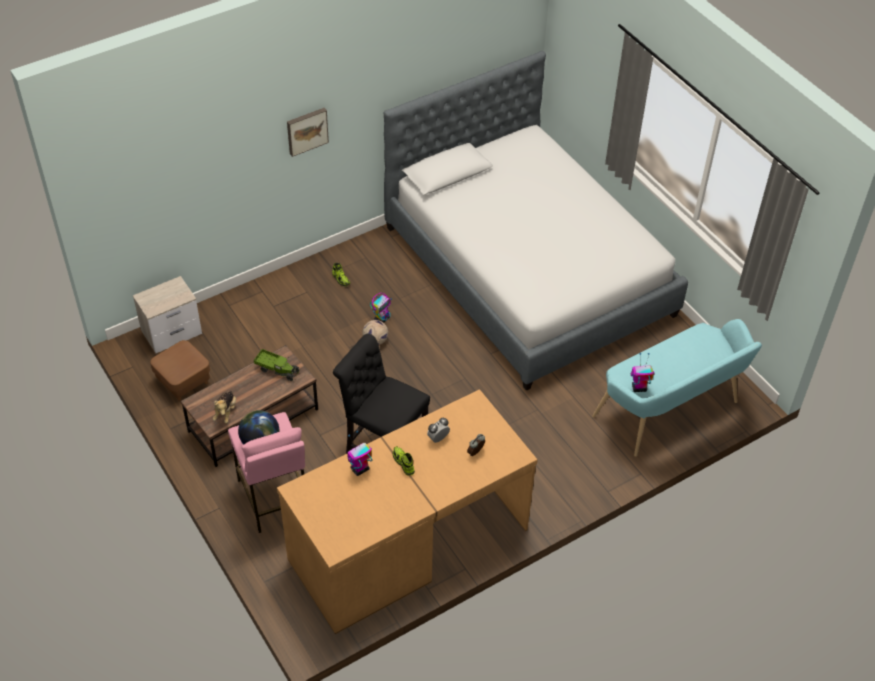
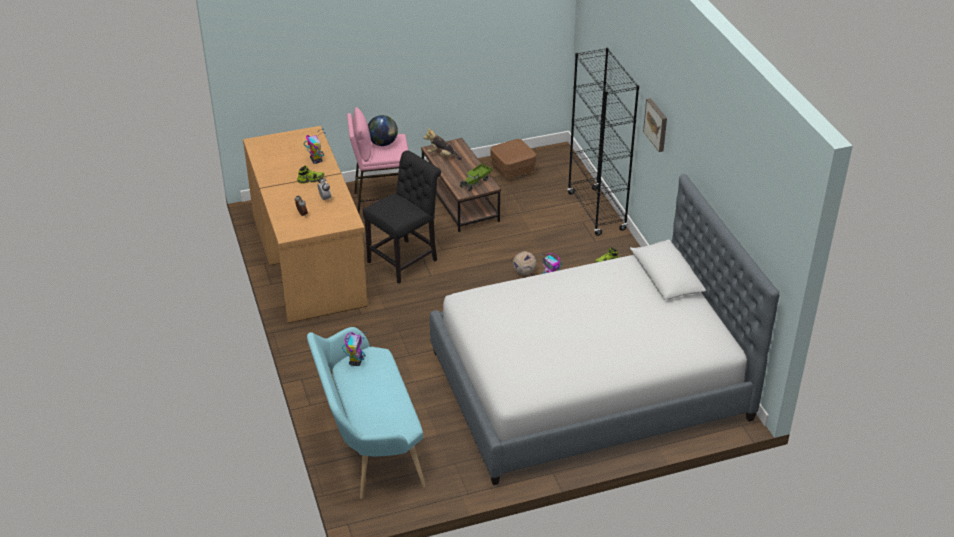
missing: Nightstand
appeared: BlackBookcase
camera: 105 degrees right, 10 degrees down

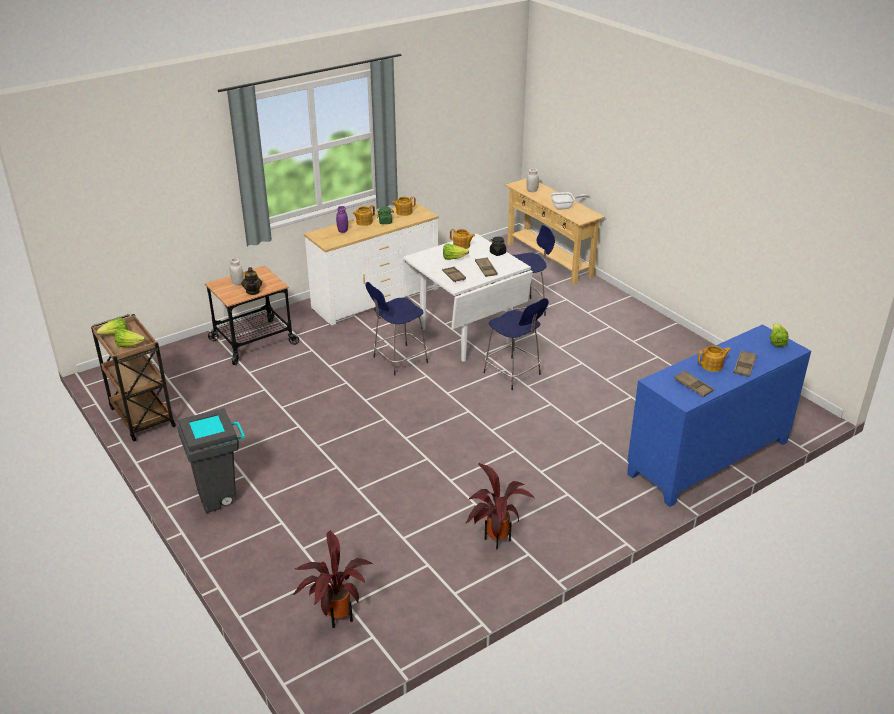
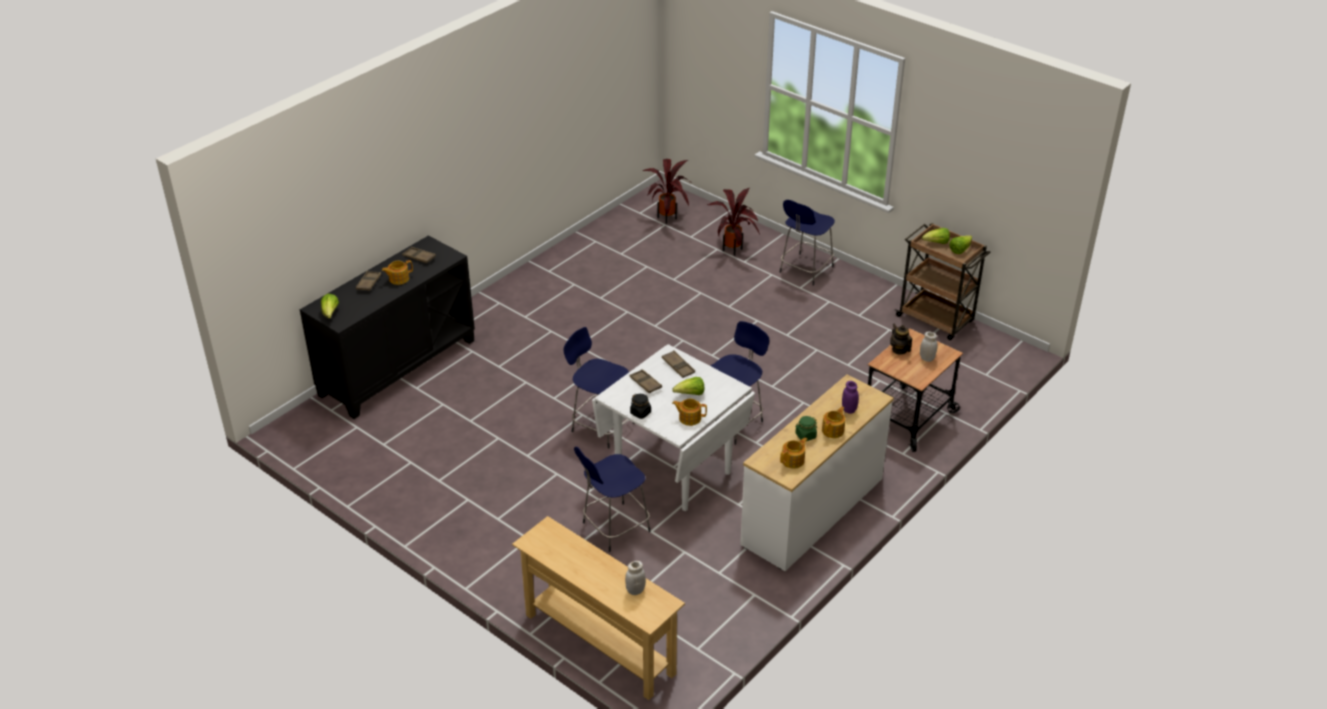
missing: FryingPan
relocated: PottedPlant (no. 2 from left)
exchanged: GreyTrashCan to BlueStool (no. 4 from left)
colour: BlueCabinet to BlackCabinet
camera: 165 degrees right, 5 degrees up

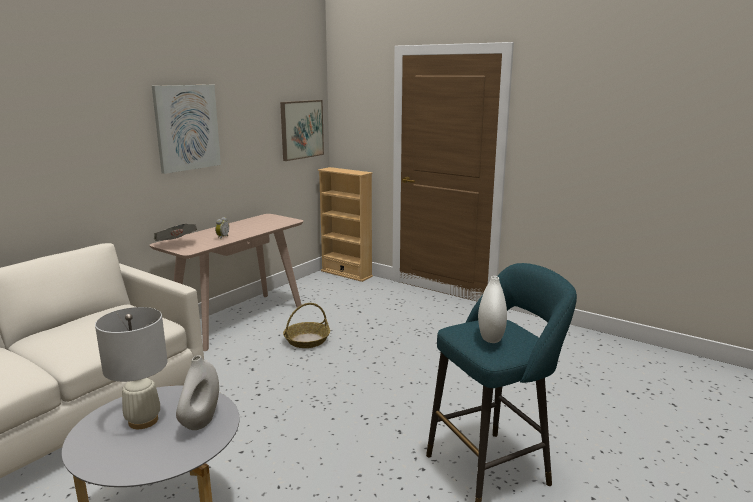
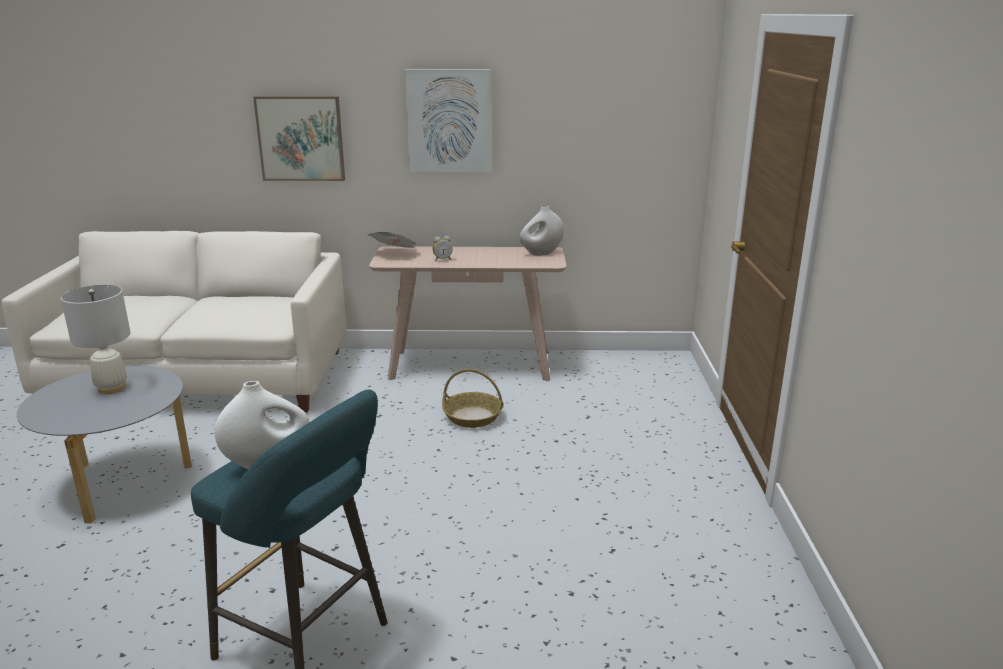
missing: BeigeBookcase
relocated: WhiteVase (no. 1 from left in the first image) to WhiteVase (no. 2 from left); Picture (no. 2 from left in the first image) to Picture (no. 1 from left)
camera: 55 degrees right, 5 degrees up

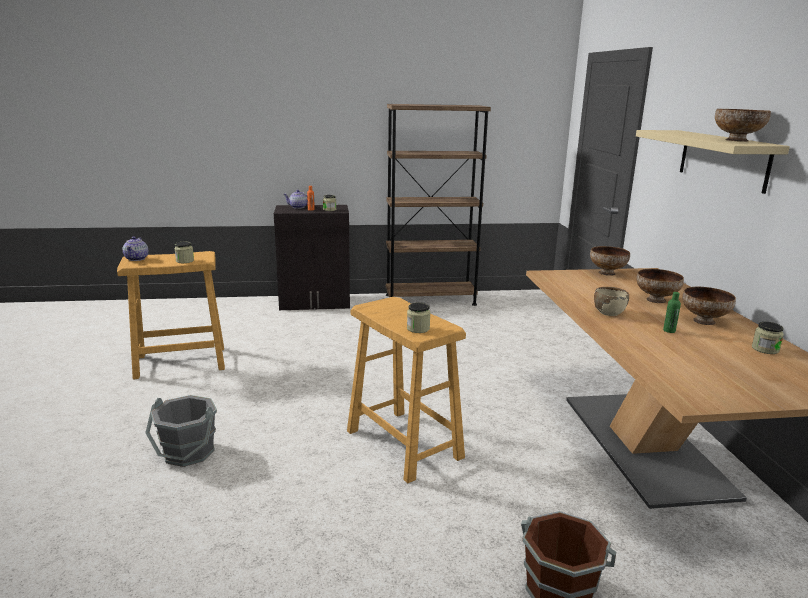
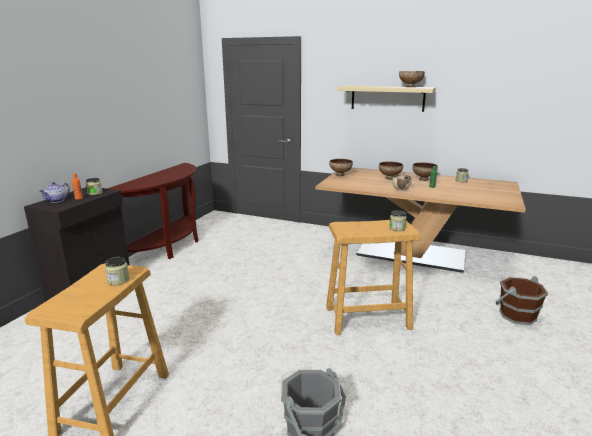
missing: Teapot (no. 1 from left)
exchanged: BrownBookcase to BrownConsoleTable
camera: 60 degrees left, 0 degrees up

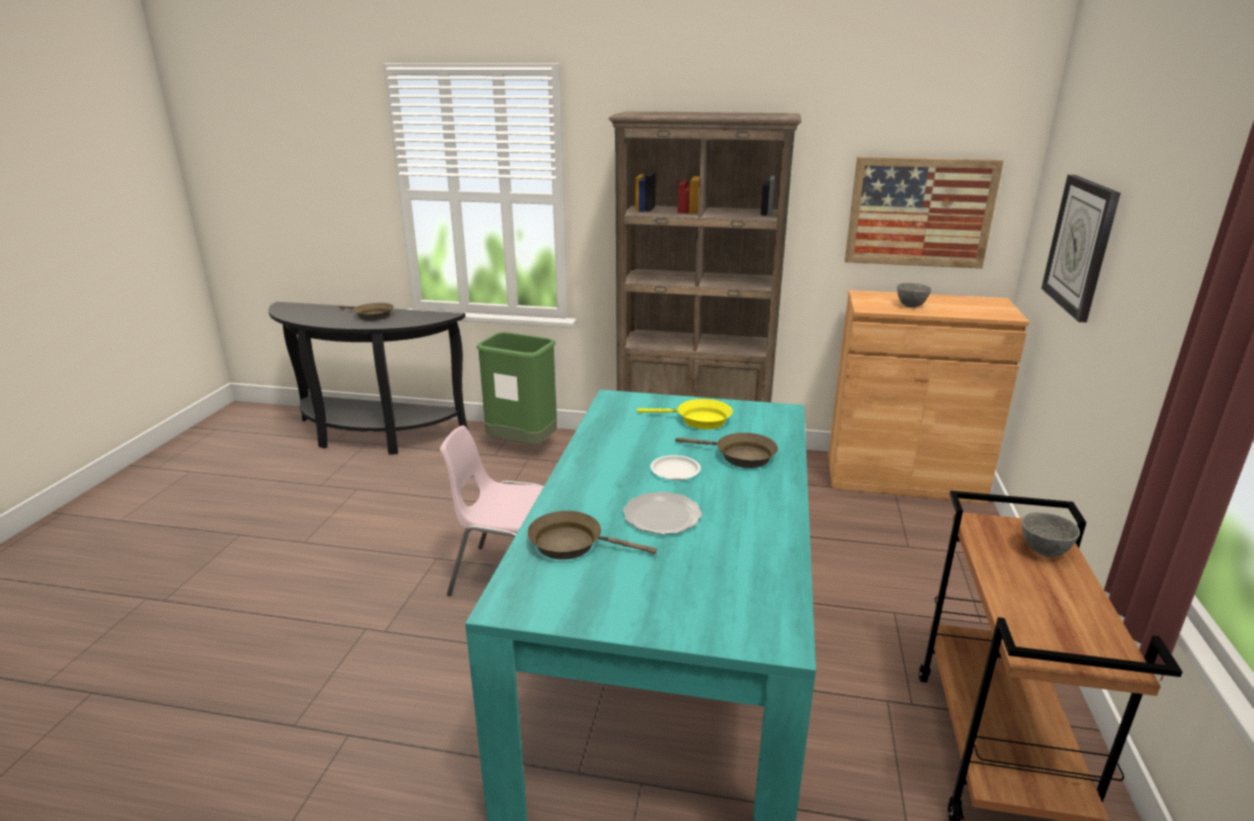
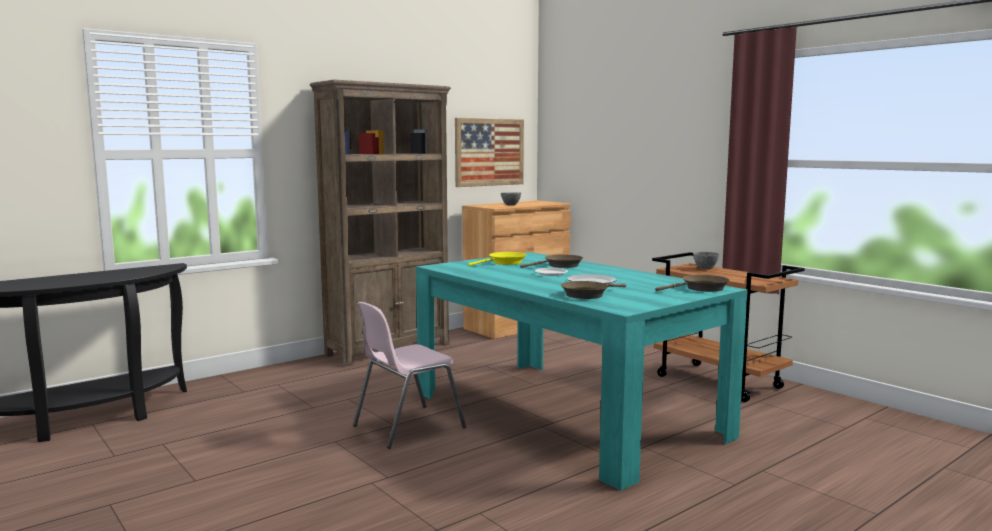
missing: GreenTrashCan; WallClock
relocated: BrownFryingPan (no. 1 from left in the first image) to BrownFryingPan (no. 3 from left)
camera: 50 degrees left, 15 degrees down

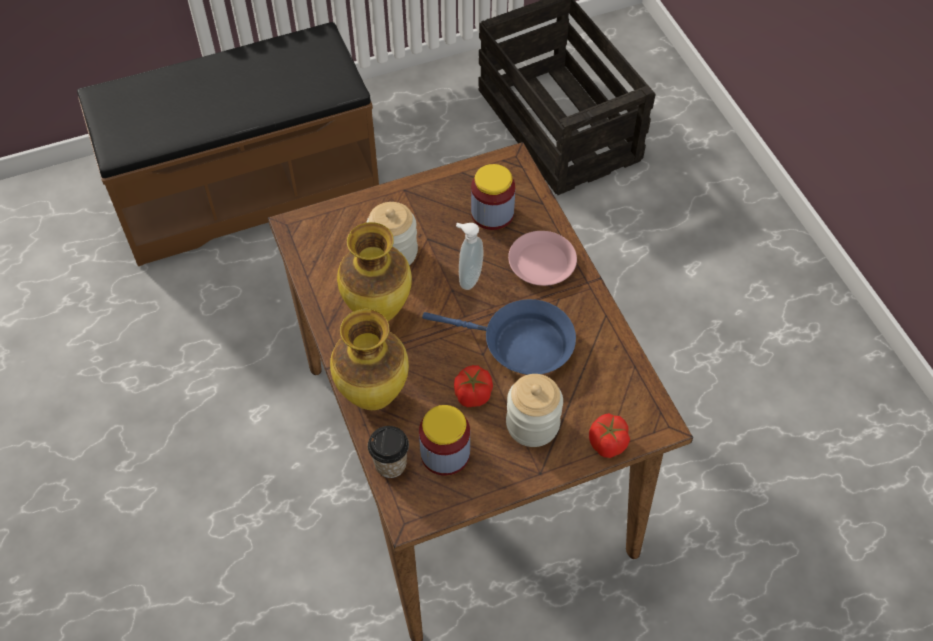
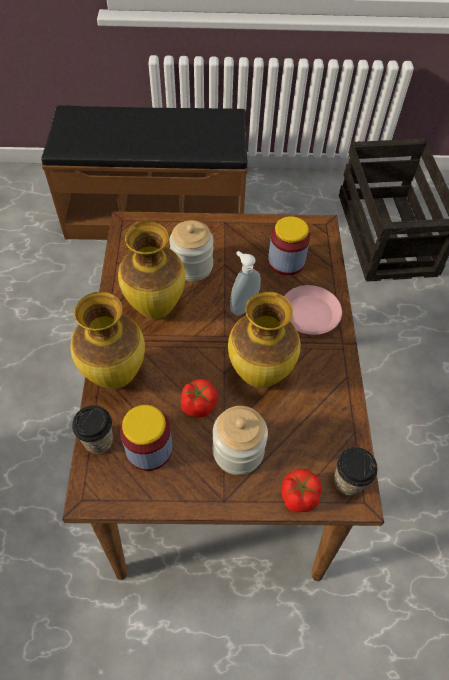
appeared: Cup (no. 2 from left)
exchanged: BlueFryingPan to Vase (no. 3 from left)
camera: 20 degrees right, 0 degrees up

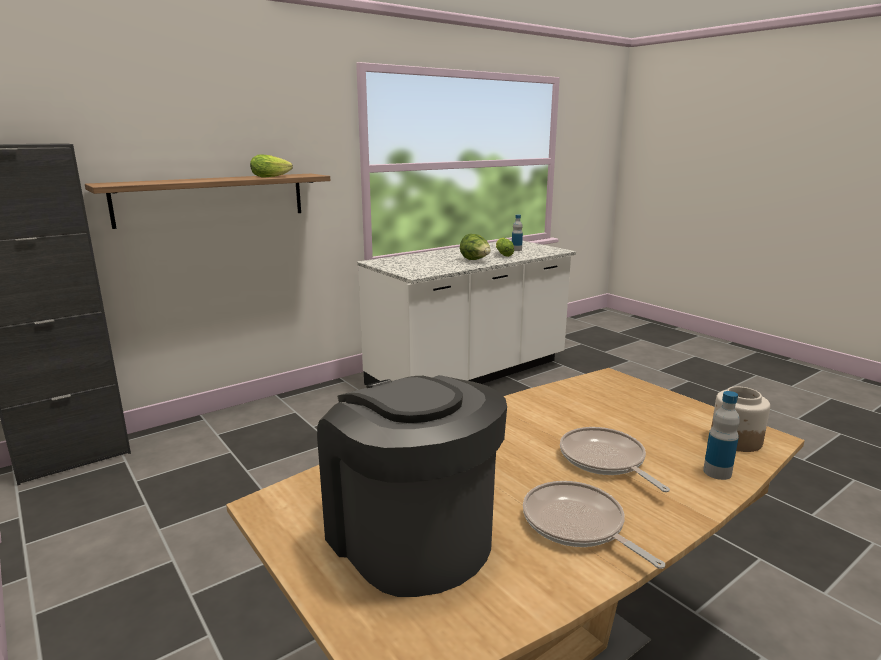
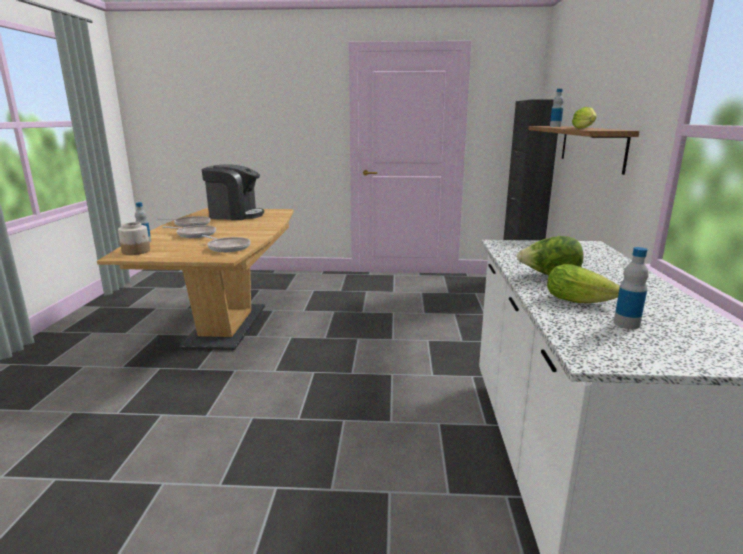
appeared: FryingPan (no. 3 from left); Bottle (no. 2 from left)
camera: 130 degrees right, 0 degrees up

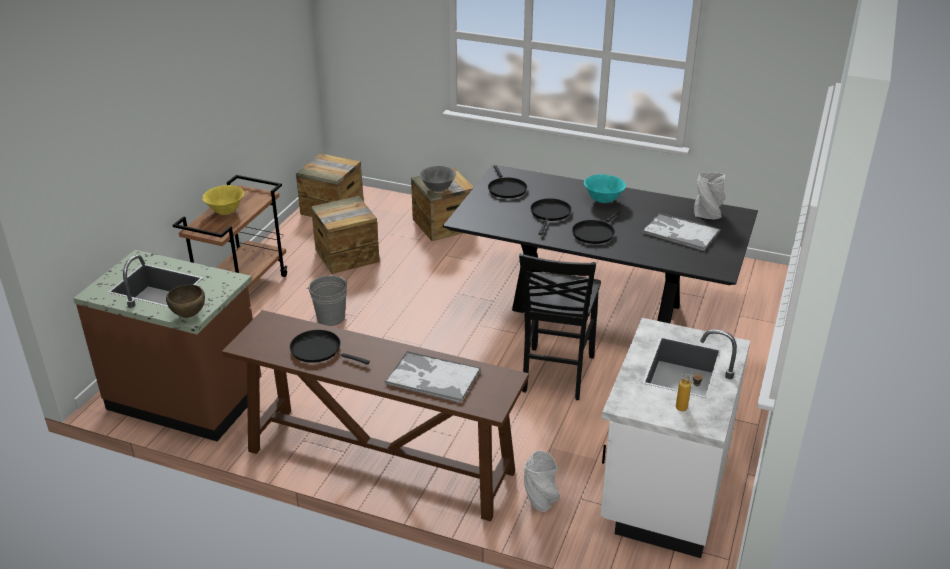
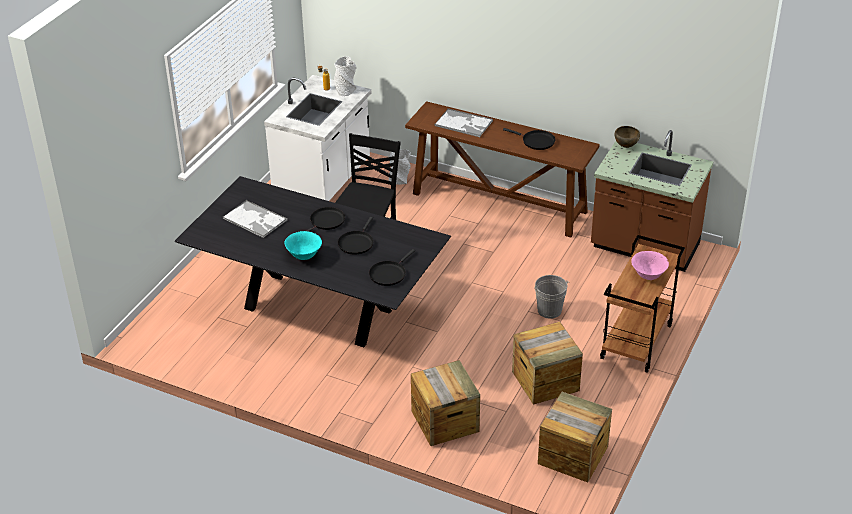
missing: GreyBowl
relocated: GreyVase (no. 2 from left in the first image) to GreyVase (no. 1 from left)
colour: YellowBowl to PinkBowl
spun: BlackFryingPan (no. 2 from left in the first image) 135 degrees counterclockwise
camera: 175 degrees left, 5 degrees up

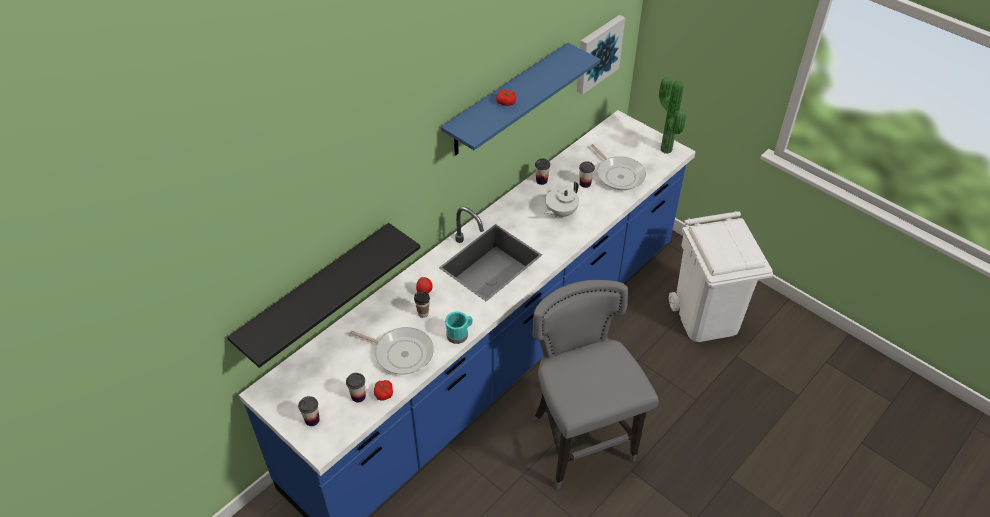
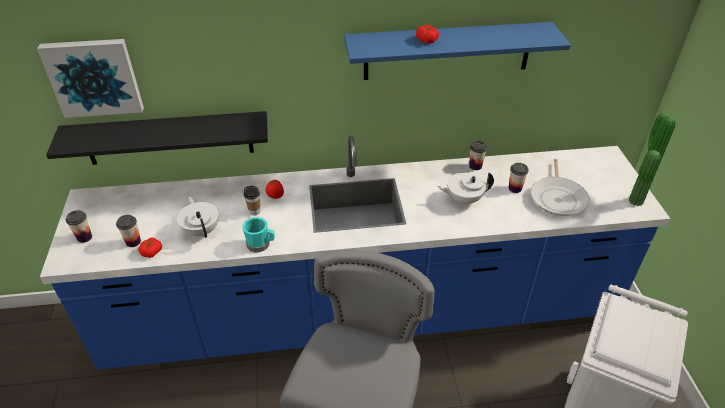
relocated: Picture
exchanged: FryingPan (no. 1 from left) to WhiteTeapot (no. 1 from left)
camera: 40 degrees right, 5 degrees down

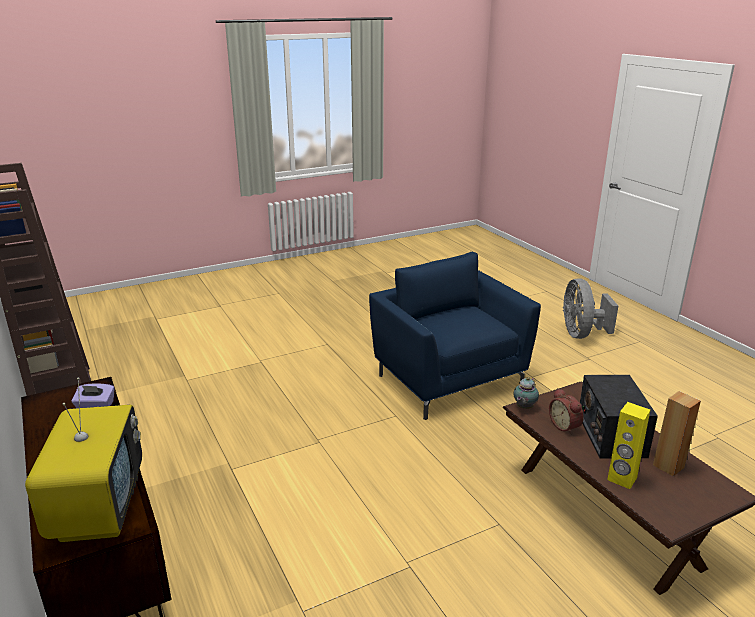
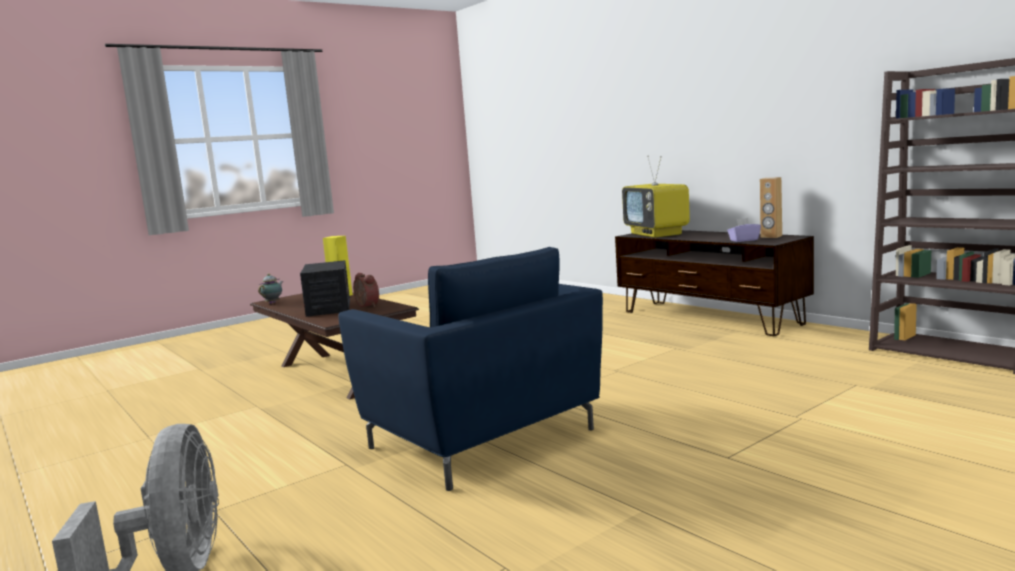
relocated: Teapot; BrownSpeaker
camera: 170 degrees right, 15 degrees down

